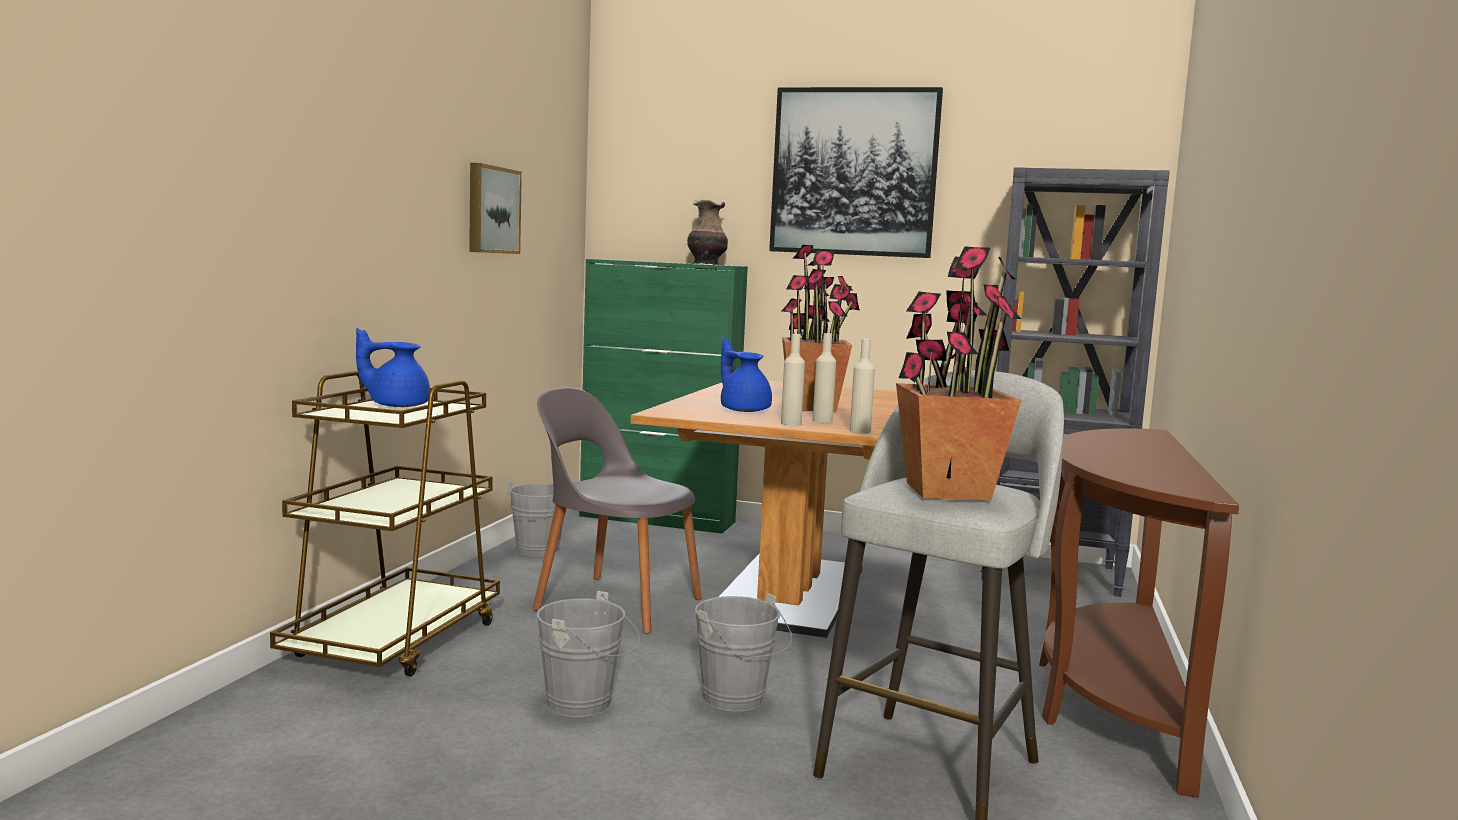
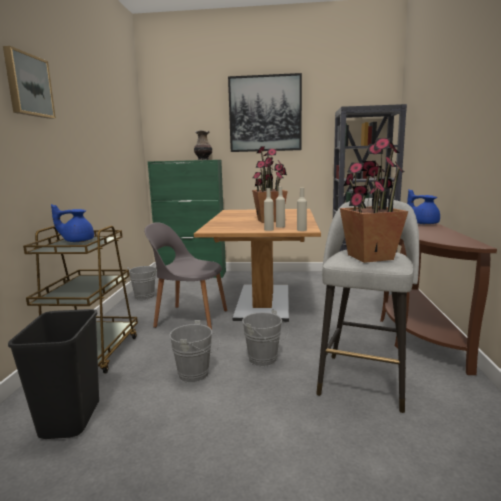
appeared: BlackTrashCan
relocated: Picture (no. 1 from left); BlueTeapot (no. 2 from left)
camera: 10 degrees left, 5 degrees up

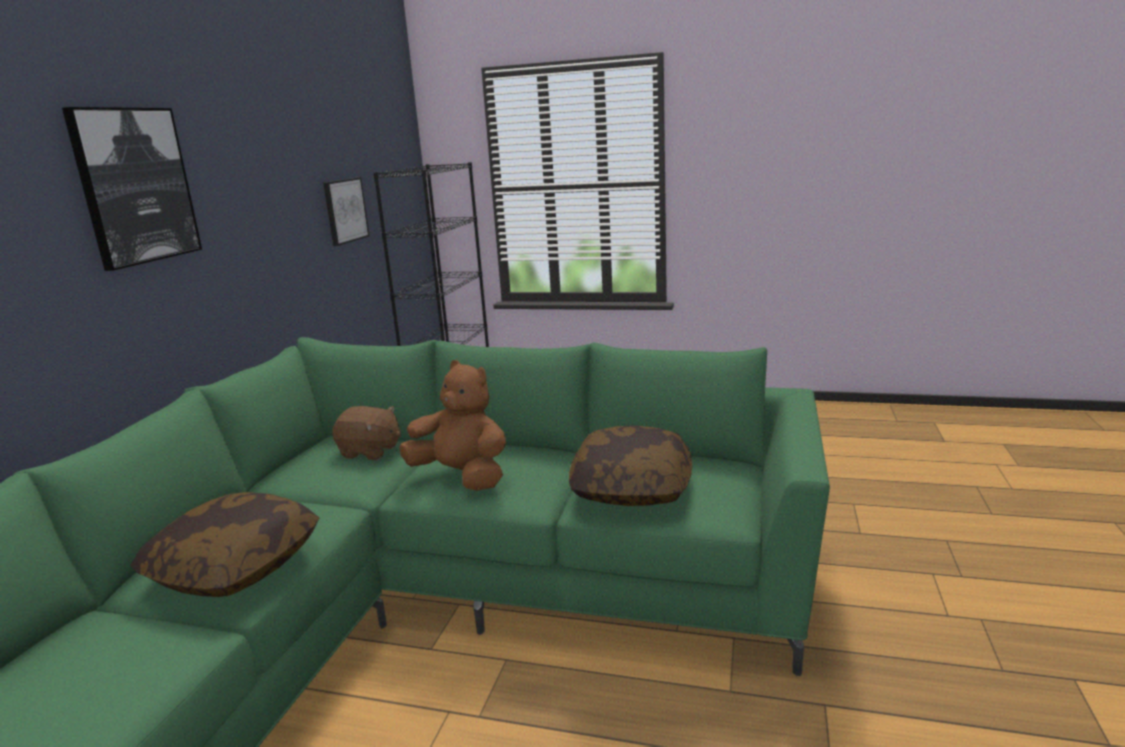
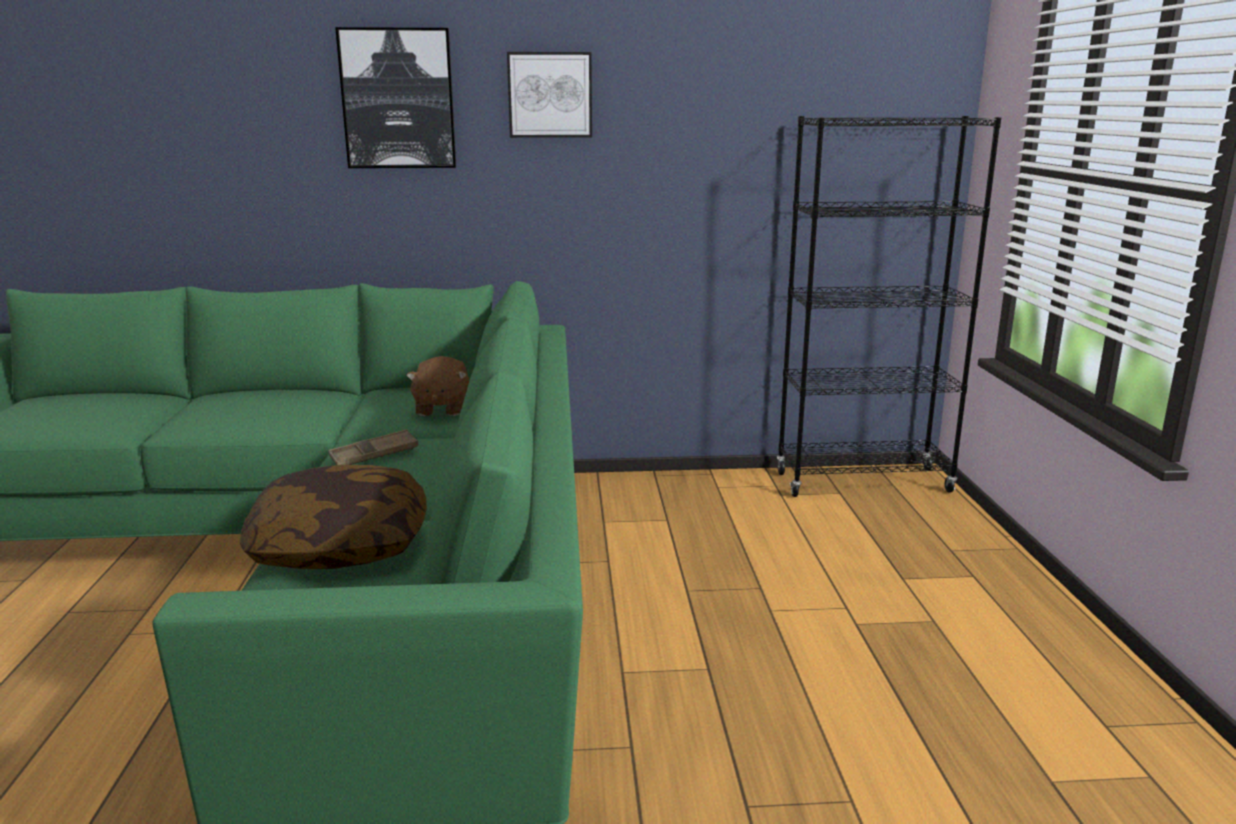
missing: Pillow (no. 1 from left)
relocated: Picture (no. 2 from left)
exchanged: BrownPlushToy (no. 2 from left) to BrownTray
camera: 70 degrees right, 0 degrees up

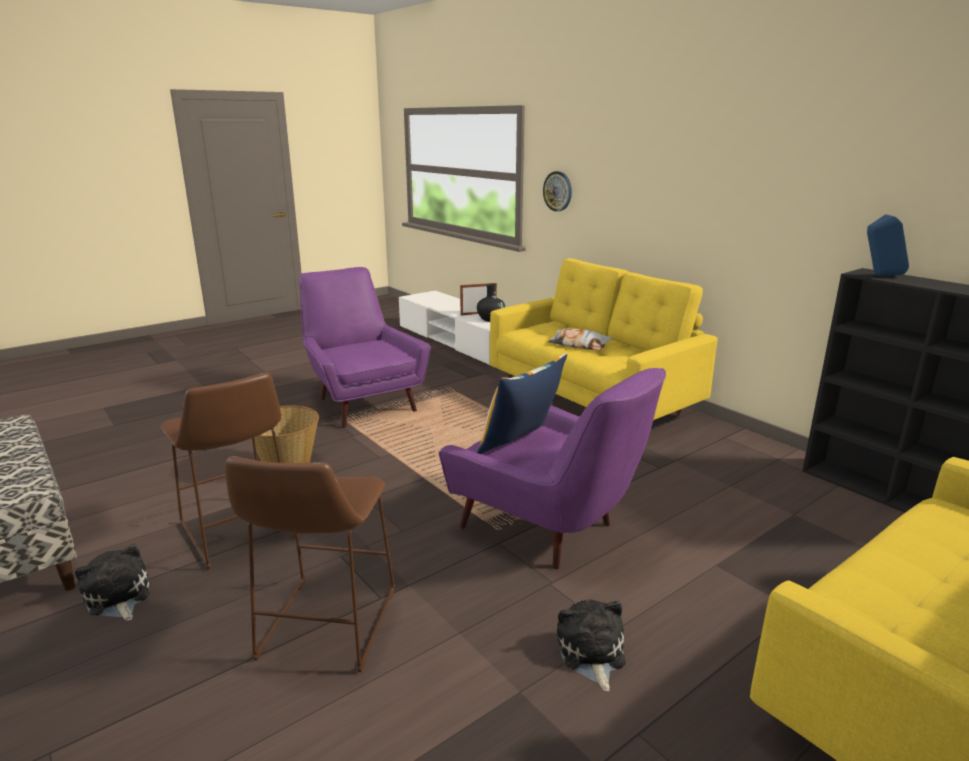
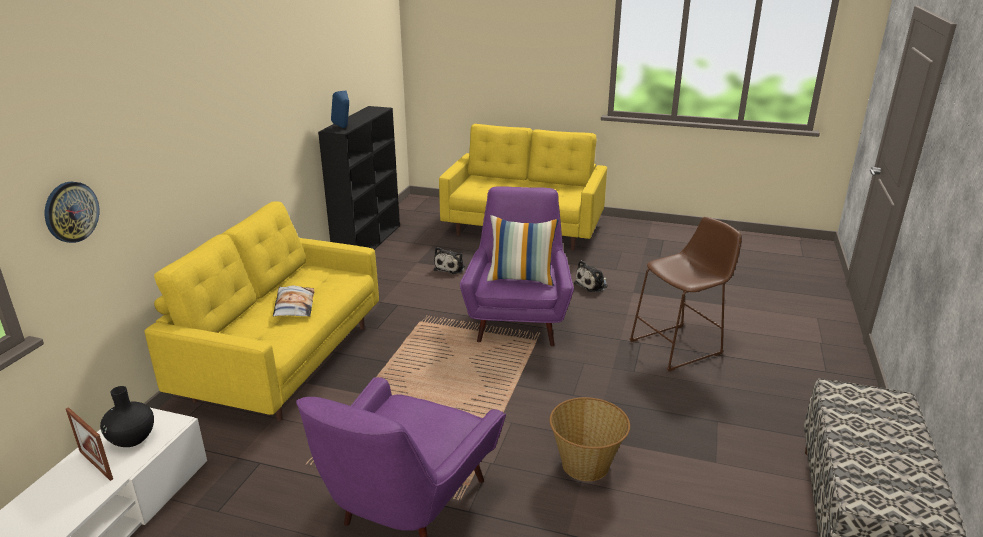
missing: BrownStool (no. 1 from left)
relocated: PlushToy (no. 1 from left)
camera: 125 degrees left, 5 degrees up

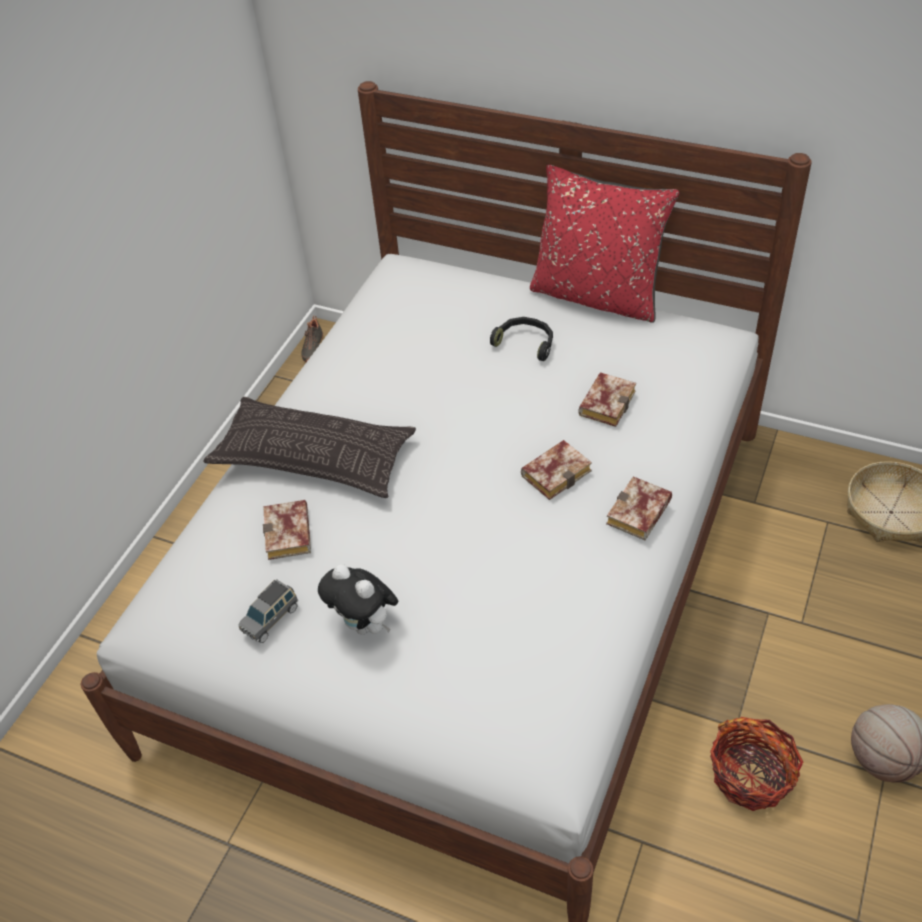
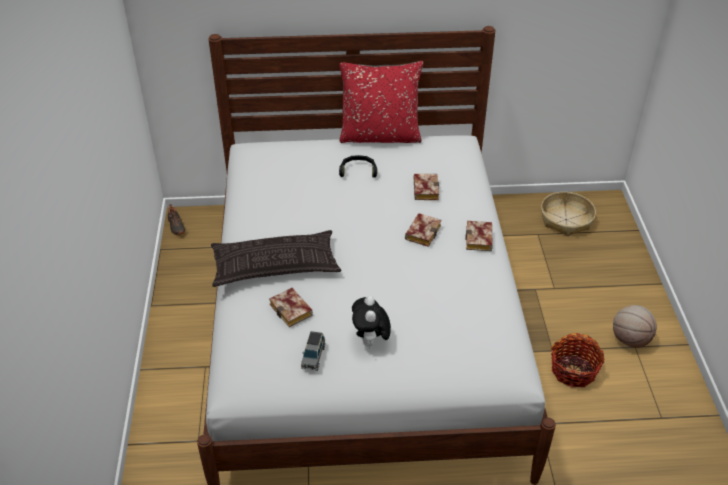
spun: PlushToy 75 degrees clockwise
camera: 30 degrees left, 5 degrees down

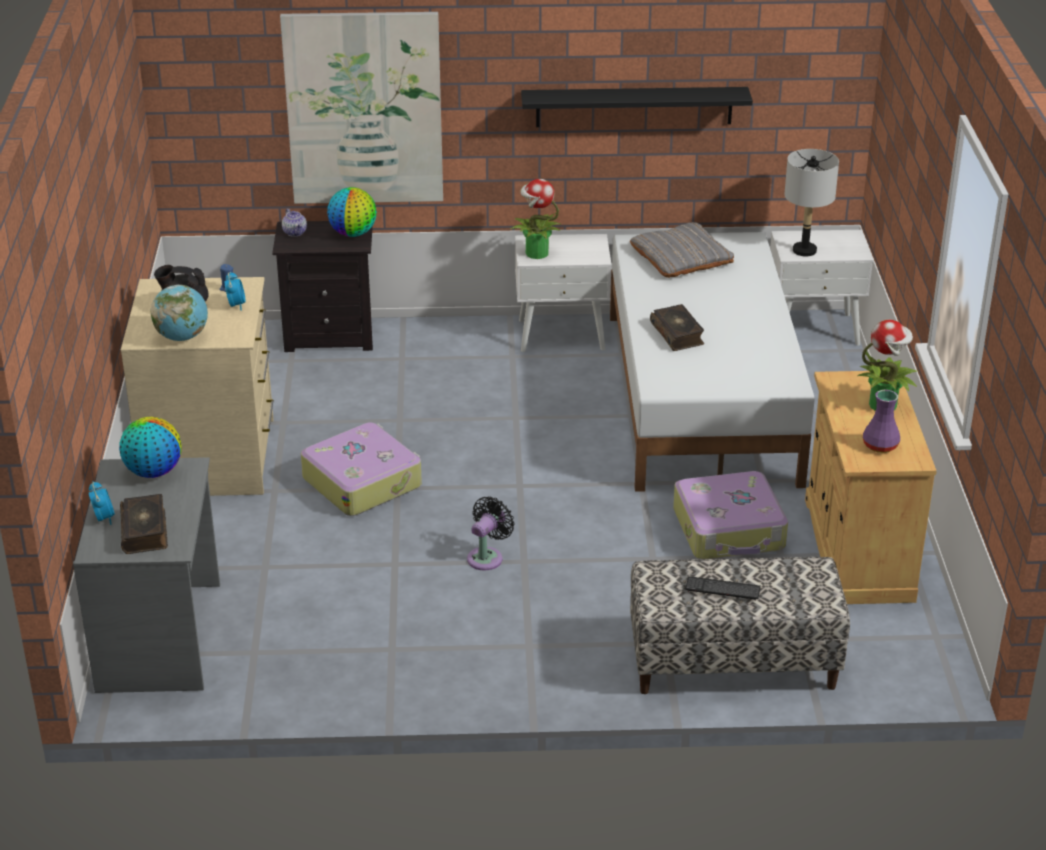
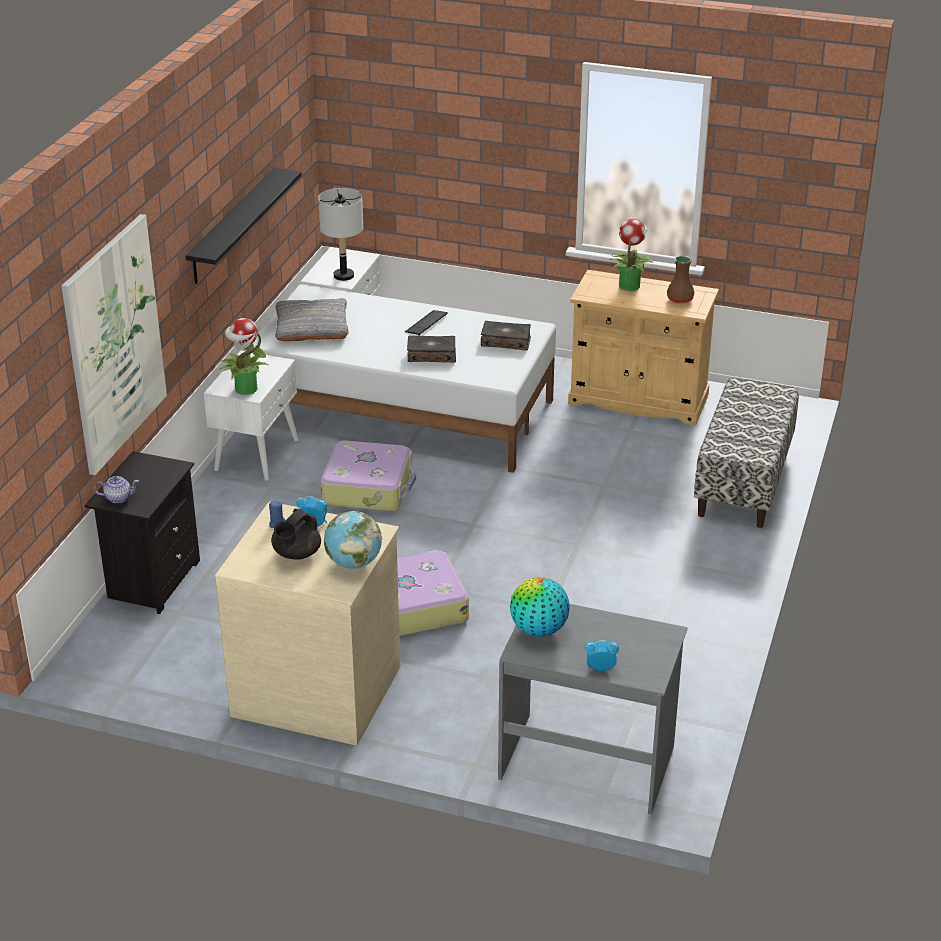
missing: Globe (no. 3 from left); BlackFan
relocated: Book (no. 1 from left in the first image) to Book (no. 2 from left); Suitcase (no. 2 from left in the first image) to Suitcase (no. 1 from left); Keyboard
colour: PurpleVase to BrownVase
camera: 70 degrees left, 0 degrees up

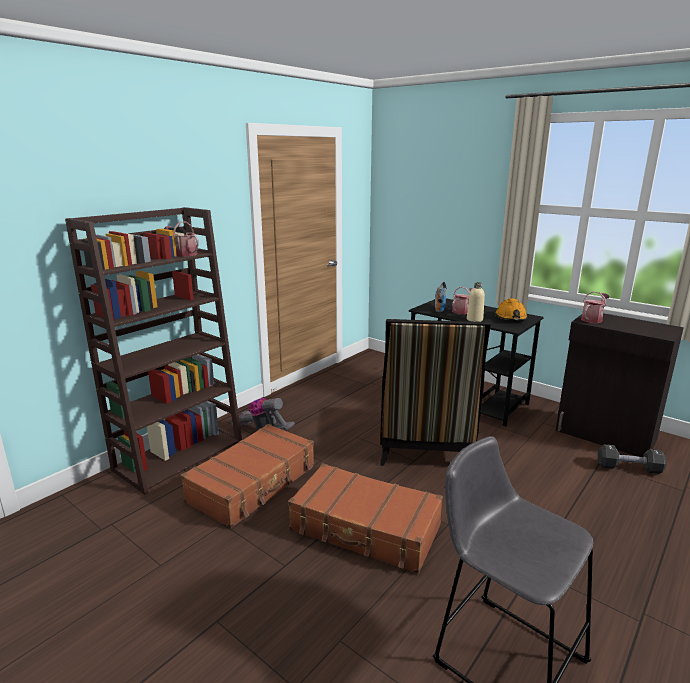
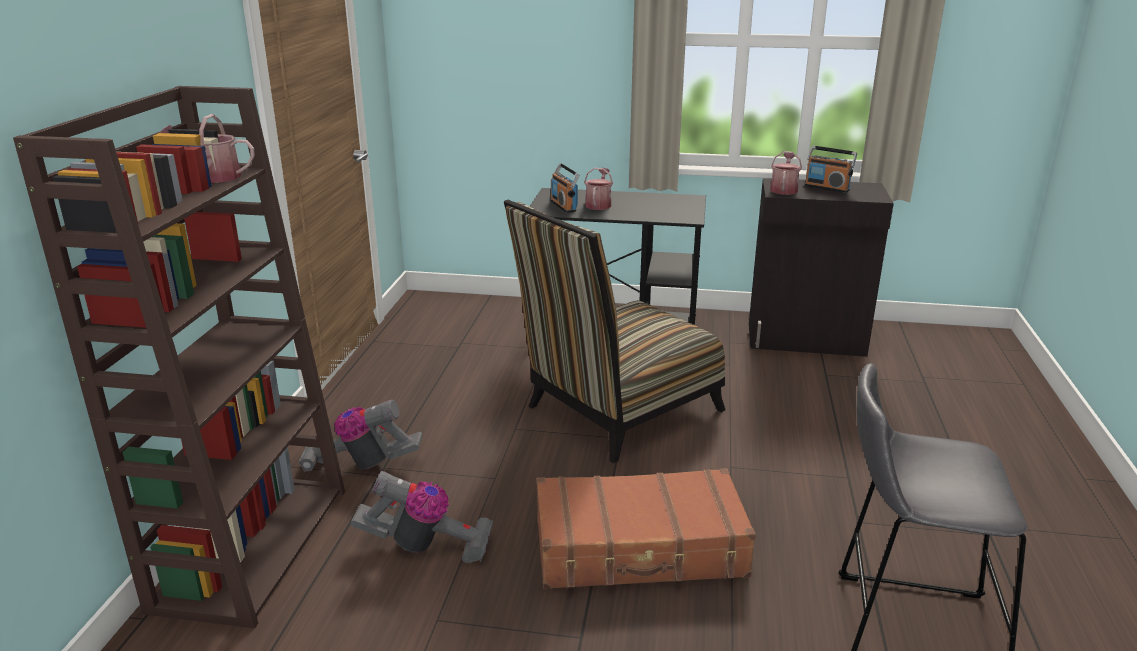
missing: BeigeBottle; OrangeHardHat; BlackDumbbell
appeared: Radio (no. 2 from left)
exchanged: BrownSuitcase (no. 1 from left) to VacuumCleaner (no. 2 from left)
spun: Chair 75 degrees clockwise
camera: 30 degrees left, 5 degrees up

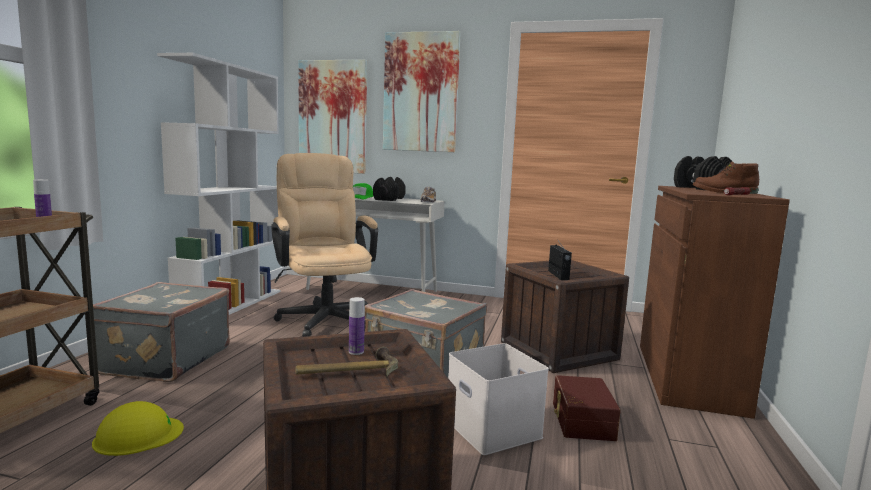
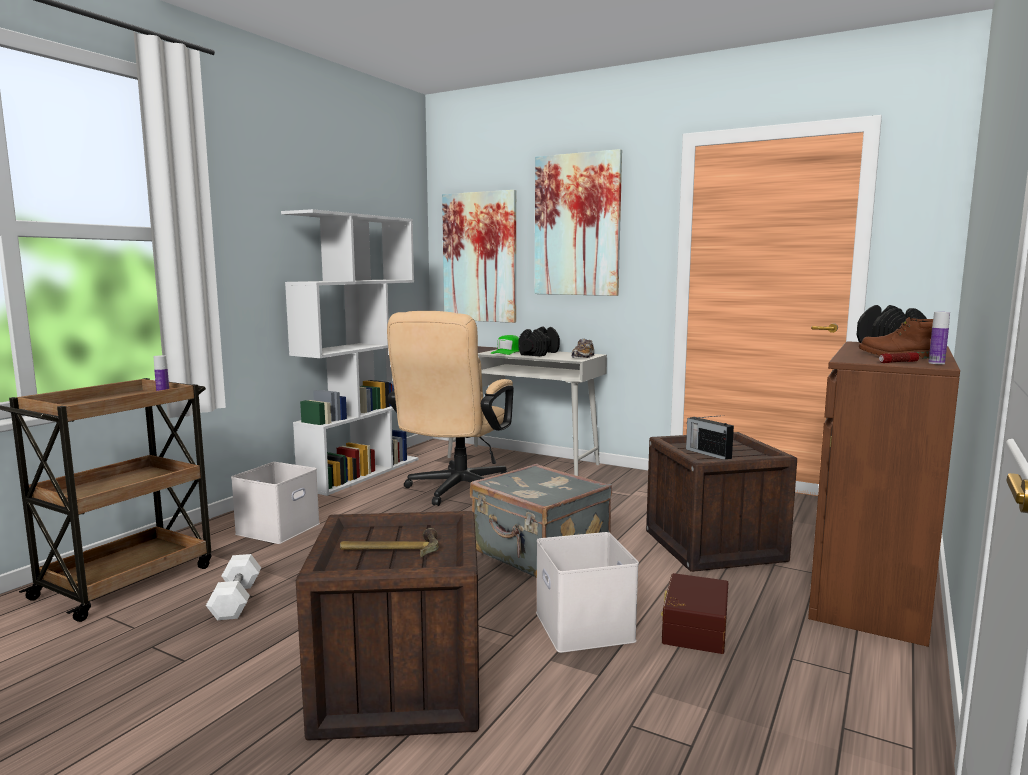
relocated: Bottle (no. 2 from left)
exchanged: YellowHardHat to WhiteDumbbell; GreySuitcase (no. 1 from left) to WhiteStorageBox (no. 1 from left)
spun: BeigeOfficeChair 150 degrees counterclockwise; Radio 135 degrees clockwise
camera: 15 degrees right, 0 degrees up

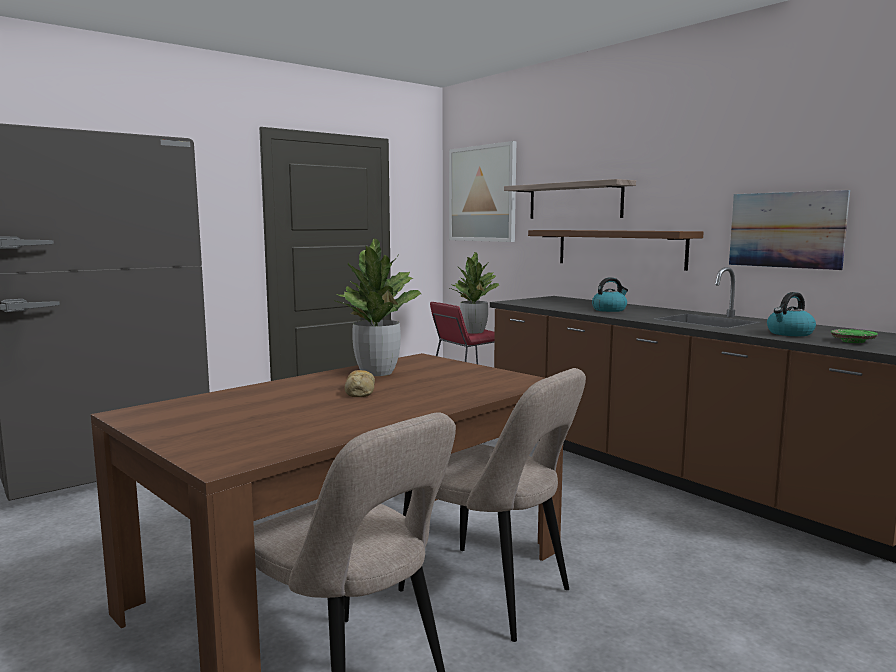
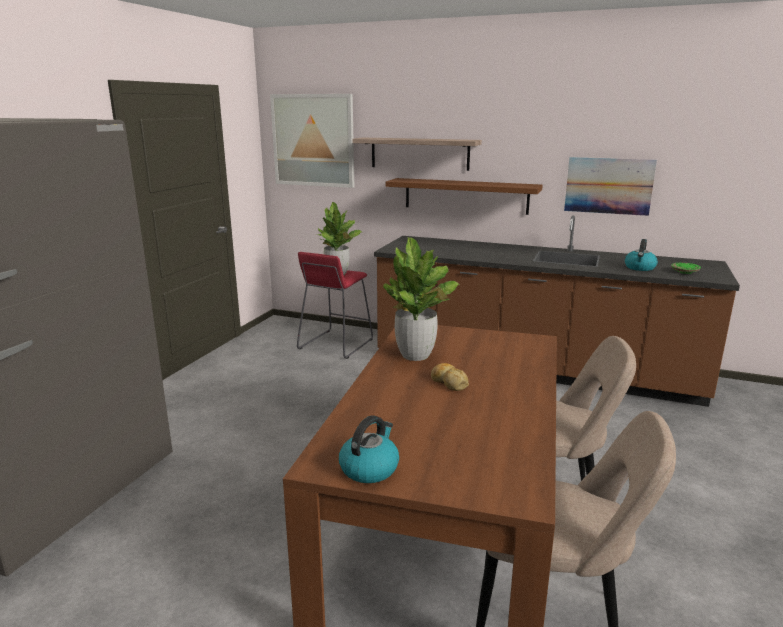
relocated: Kettle (no. 1 from left)
camera: 30 degrees left, 10 degrees up

